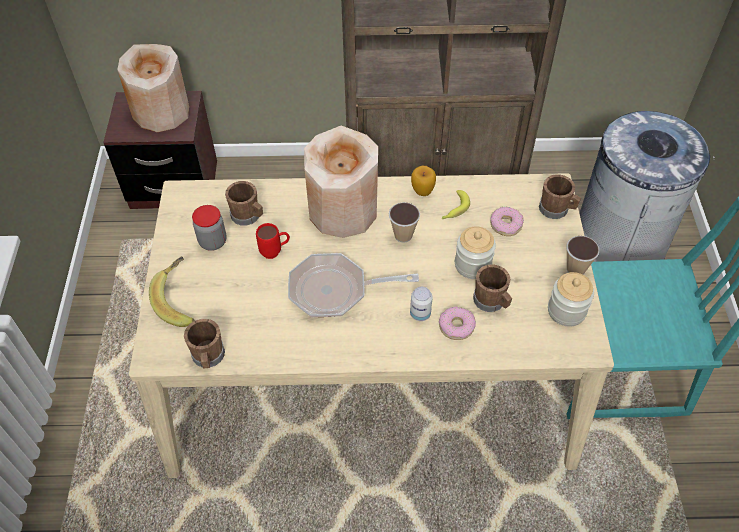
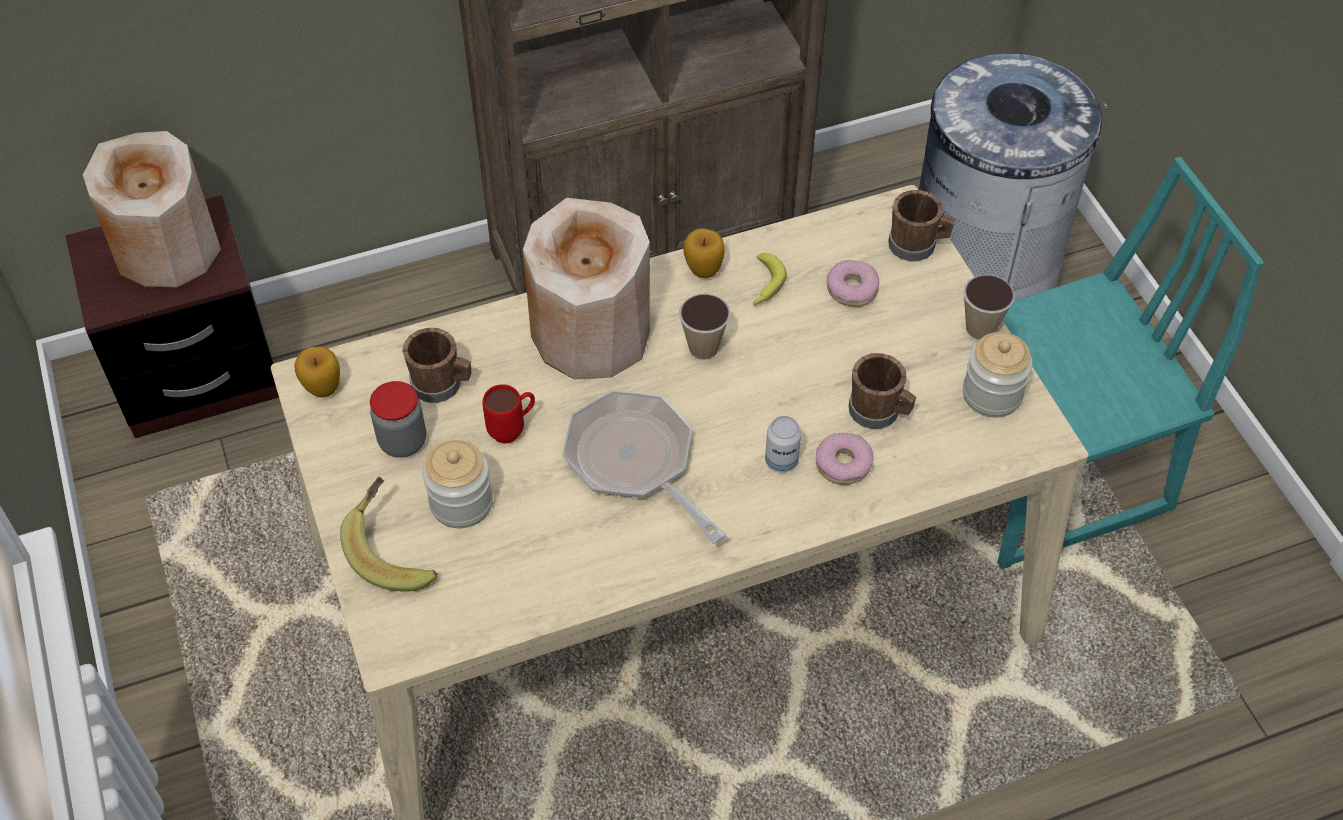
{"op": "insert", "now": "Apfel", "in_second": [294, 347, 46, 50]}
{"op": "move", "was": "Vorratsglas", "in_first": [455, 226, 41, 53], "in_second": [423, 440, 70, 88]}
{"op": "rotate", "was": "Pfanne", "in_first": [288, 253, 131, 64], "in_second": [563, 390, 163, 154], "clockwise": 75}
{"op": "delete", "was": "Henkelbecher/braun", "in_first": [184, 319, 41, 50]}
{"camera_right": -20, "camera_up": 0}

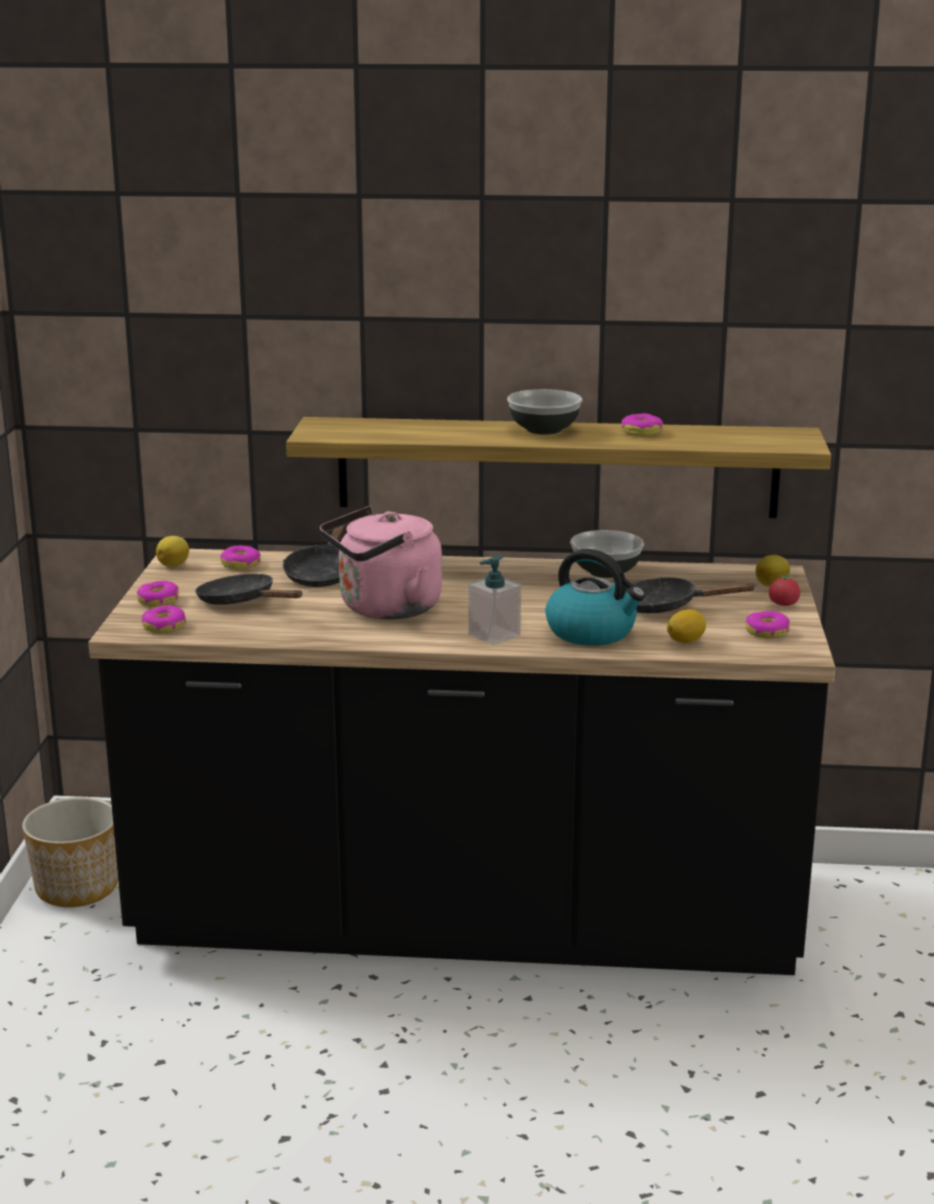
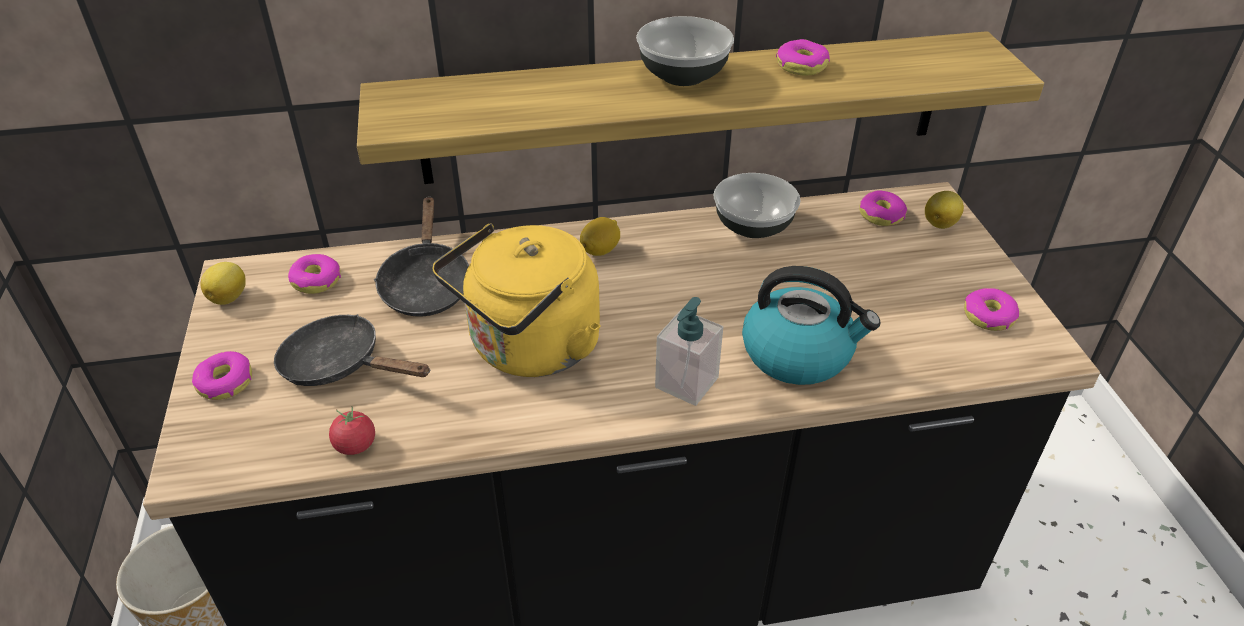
{"op": "move", "was": "Tomate", "in_first": [769, 571, 31, 35], "in_second": [329, 406, 46, 49]}
{"op": "recolor", "was": "Wasserkessel/rosa", "now": "Wasserkessel/gelb", "in_first": [320, 506, 122, 113], "in_second": [432, 223, 169, 154]}
{"op": "move", "was": "Zitrone", "in_first": [667, 609, 39, 34], "in_second": [580, 217, 40, 39]}
{"op": "move", "was": "Donut", "in_first": [142, 605, 44, 28], "in_second": [859, 191, 48, 35]}
{"op": "delete", "was": "Pfanne/schwarz", "in_first": [626, 577, 131, 36]}
{"camera_right": -15, "camera_up": 20}

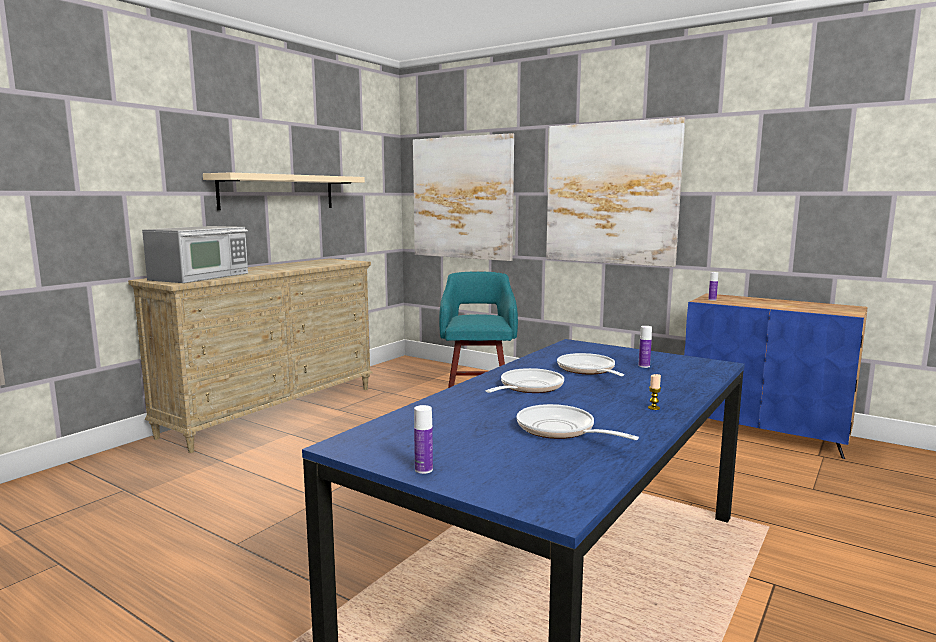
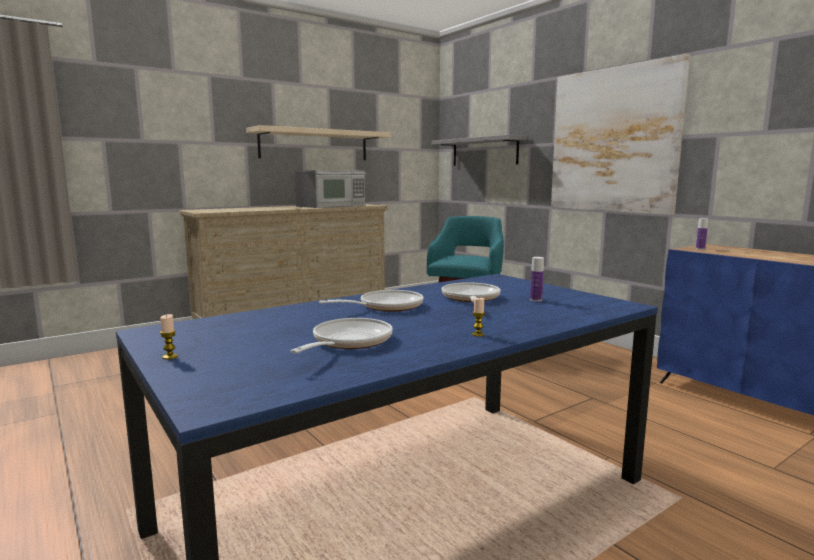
{"op": "replace", "was": "Flasche", "now": "Kerze", "in_first": [414, 405, 19, 69], "in_second": [160, 314, 18, 45]}
{"op": "rotate", "was": "Pfanne", "in_first": [516, 404, 123, 36], "in_second": [290, 318, 103, 36], "clockwise": 45}
{"op": "move", "was": "Mikrowelle", "in_first": [142, 226, 106, 57], "in_second": [295, 170, 71, 38]}
{"op": "replace", "was": "Bild", "now": "Wandregal/grau", "in_first": [413, 133, 101, 128], "in_second": [432, 134, 95, 32]}
{"camera_right": 20, "camera_up": 0}

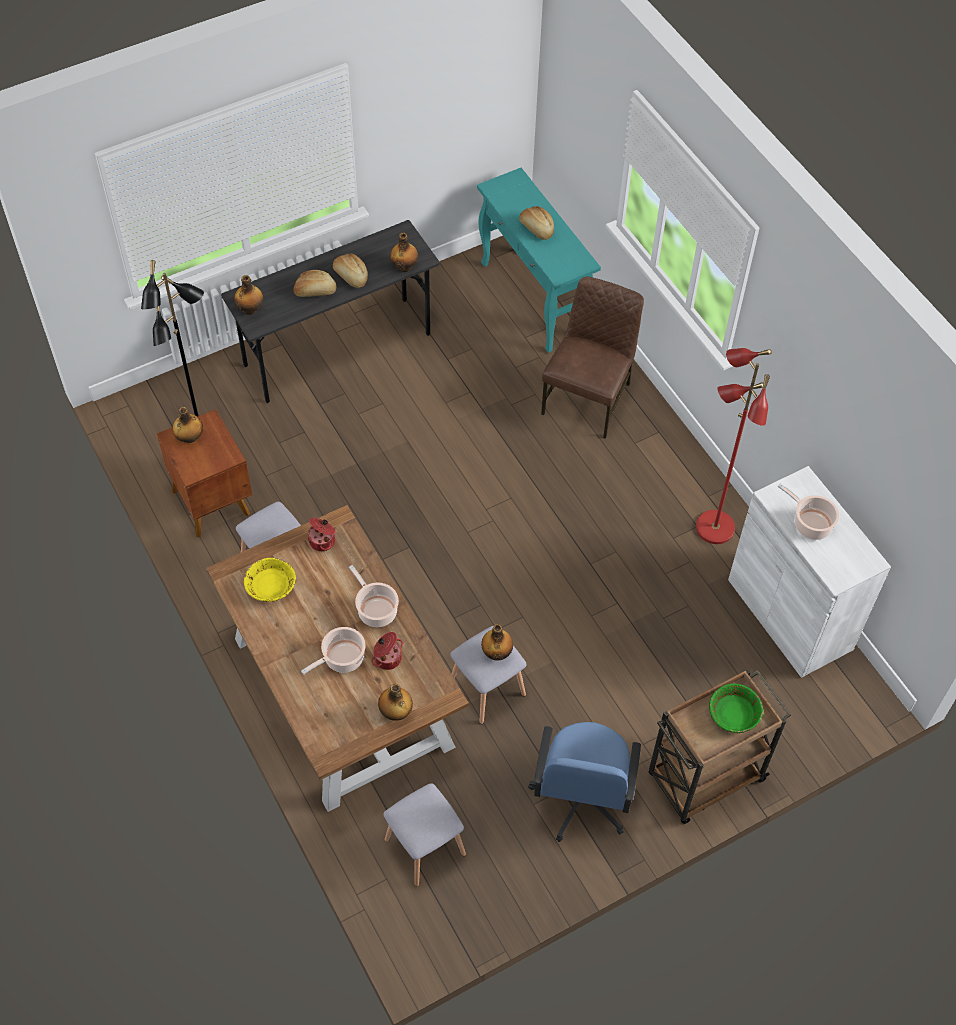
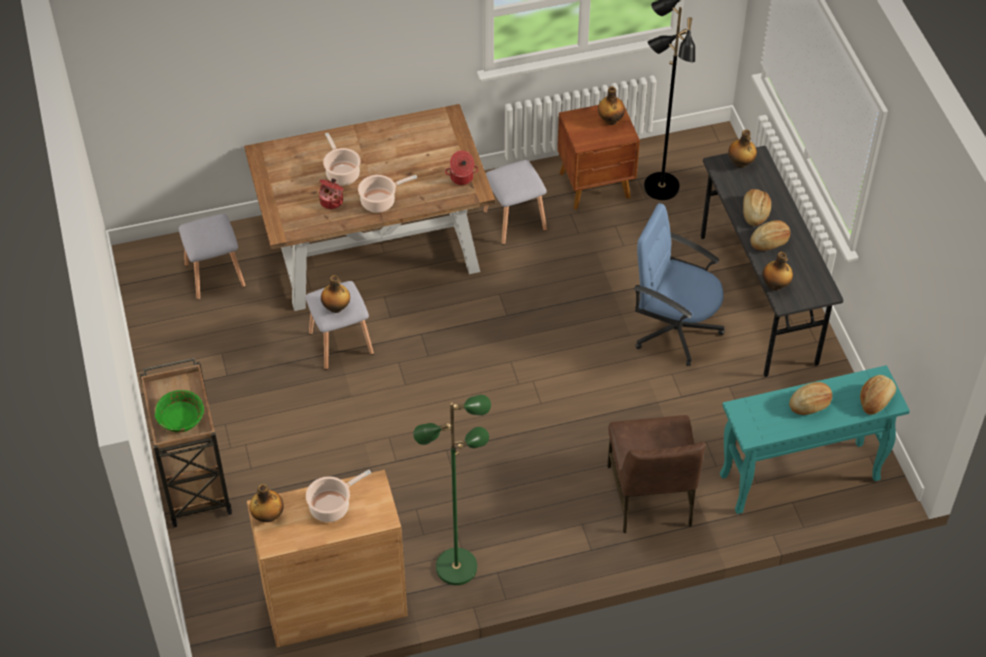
{"op": "recolor", "was": "Schrank/weiß", "now": "Schrank/braun", "in_first": [728, 466, 163, 212], "in_second": [247, 470, 161, 177]}
{"op": "move", "was": "Flasche", "in_first": [378, 684, 35, 37], "in_second": [249, 484, 35, 38]}
{"op": "recolor", "was": "Stehlampe/rot", "now": "Stehlampe/grün", "in_first": [696, 348, 76, 196], "in_second": [413, 395, 78, 190]}
{"op": "rotate", "was": "Stuhl/braun", "in_first": [541, 276, 103, 163], "in_second": [607, 415, 99, 118], "clockwise": 45}
{"op": "move", "was": "Bürostuhl/blau", "in_first": [528, 722, 113, 120], "in_second": [634, 203, 91, 163]}
{"op": "insert", "now": "Brot", "in_second": [860, 375, 36, 40]}
{"op": "delete", "was": "Schüssel/gelb", "in_first": [244, 557, 52, 45]}
{"camera_right": 105, "camera_up": -5}

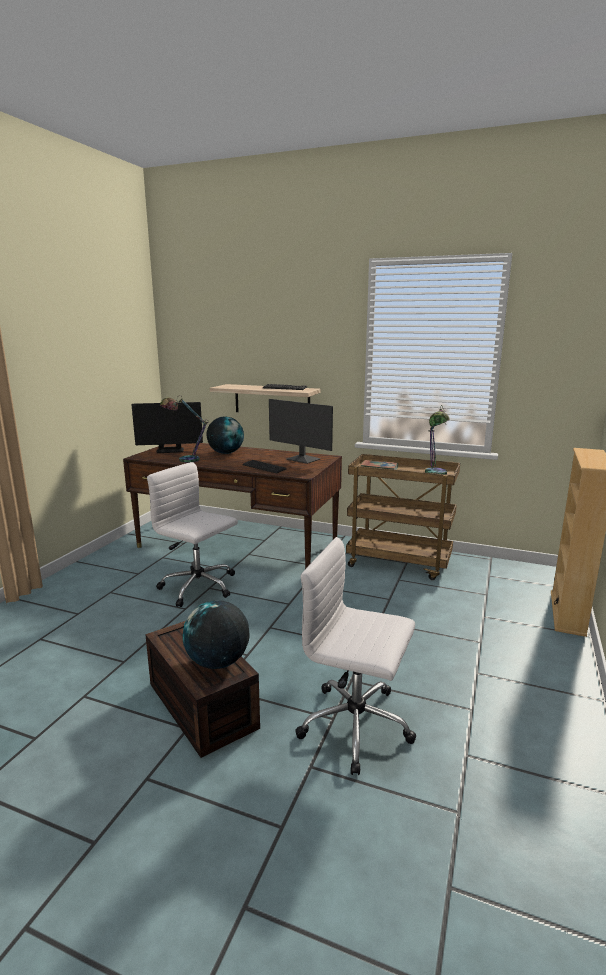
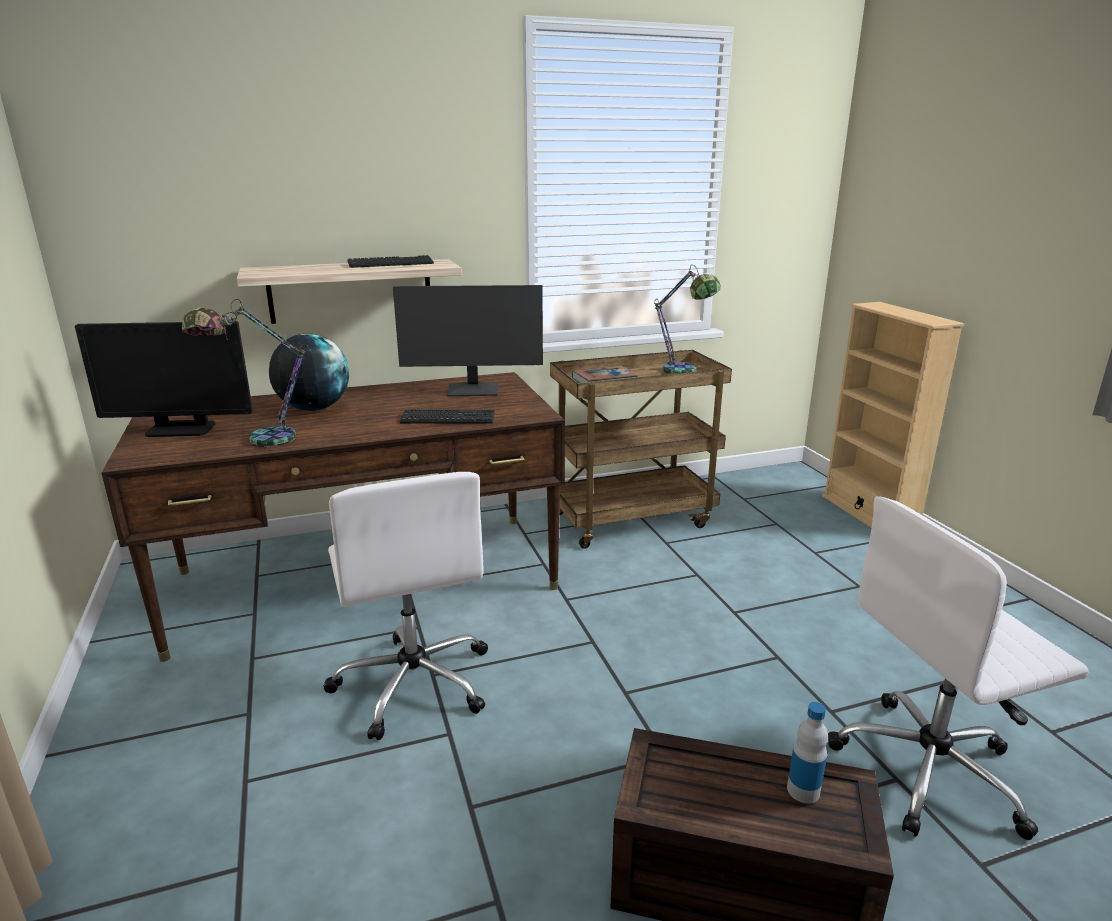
{"op": "rotate", "was": "Monitor", "in_first": [132, 402, 71, 51], "in_second": [75, 321, 178, 116], "clockwise": 45}
{"op": "rotate", "was": "Bürostuhl/weiß", "in_first": [147, 462, 91, 145], "in_second": [323, 472, 165, 268], "clockwise": -105}
{"op": "replace", "was": "Globus", "now": "Flasche", "in_first": [183, 600, 67, 69], "in_second": [787, 702, 41, 101]}
{"camera_right": -40, "camera_up": 5}

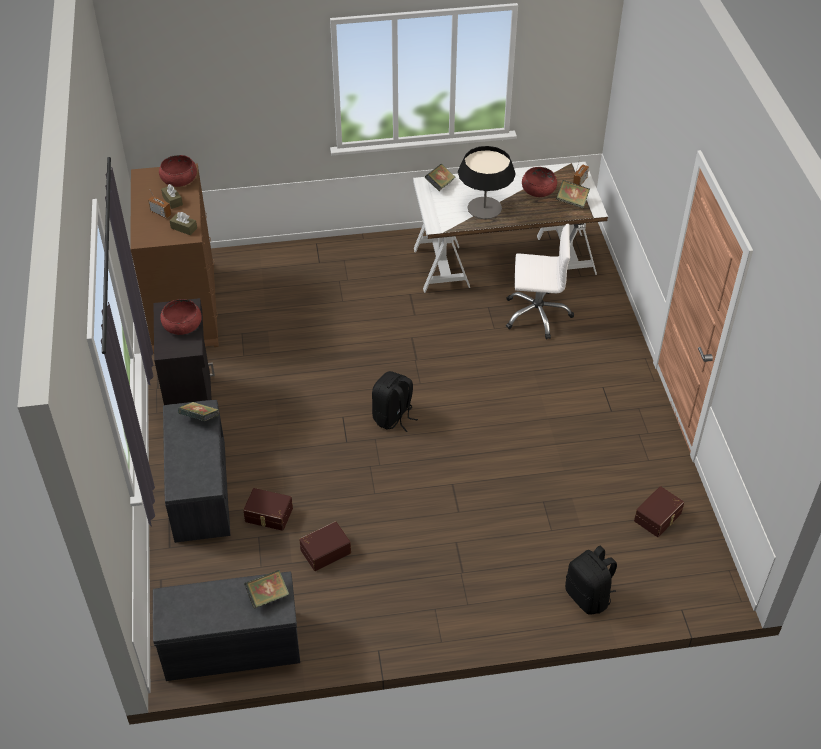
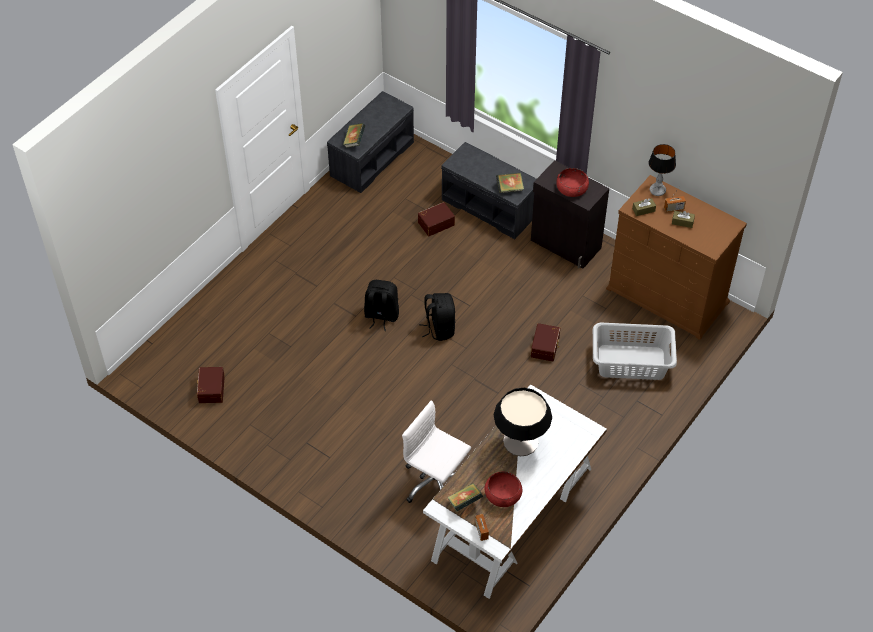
{"op": "move", "was": "Rucksack/schwarz", "in_first": [565, 545, 52, 70], "in_second": [364, 280, 35, 51]}
{"op": "rotate", "was": "Bürostuhl/weiß", "in_first": [506, 224, 68, 115], "in_second": [402, 400, 69, 103], "clockwise": 75}
{"op": "move", "was": "Aufbewahrungsbox/braun", "in_first": [299, 521, 52, 50], "in_second": [531, 323, 29, 38]}
{"op": "insert", "now": "Wäschekorb/grau", "in_second": [593, 322, 84, 58]}
{"op": "insert", "now": "Tischlampe", "in_second": [649, 144, 27, 52]}
{"op": "delete", "was": "Schüssel/rot", "in_first": [159, 155, 38, 32]}
{"op": "delete", "was": "Buch", "in_first": [425, 164, 30, 27]}
{"camera_right": 135, "camera_up": 5}

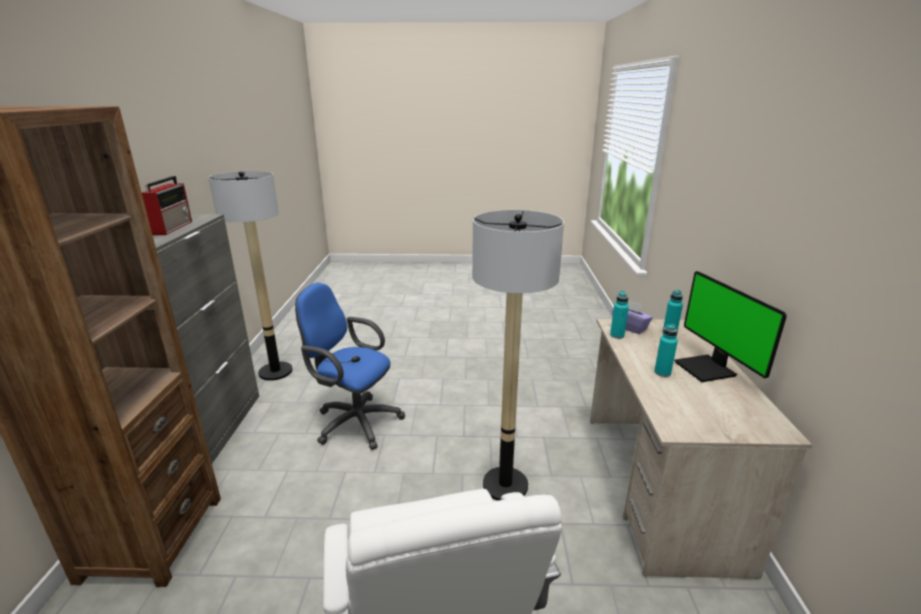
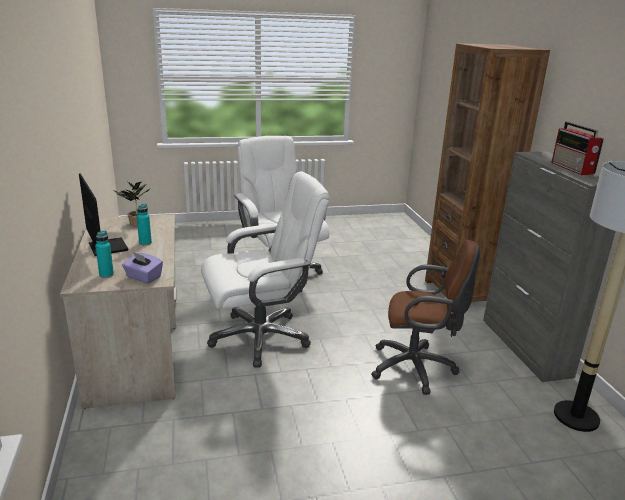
{"op": "insert", "now": "Topfpflanze", "in_second": [114, 182, 36, 44]}
{"op": "replace", "was": "Stehlampe", "now": "Bürostuhl/weiß", "in_first": [472, 210, 92, 291], "in_second": [201, 171, 128, 196]}
{"op": "recolor", "was": "Bürostuhl/blau", "now": "Bürostuhl/braun", "in_first": [295, 283, 110, 167], "in_second": [371, 240, 109, 155]}
{"op": "delete", "was": "Flasche/türkis", "in_first": [610, 291, 19, 48]}
{"camera_right": 165, "camera_up": 0}

